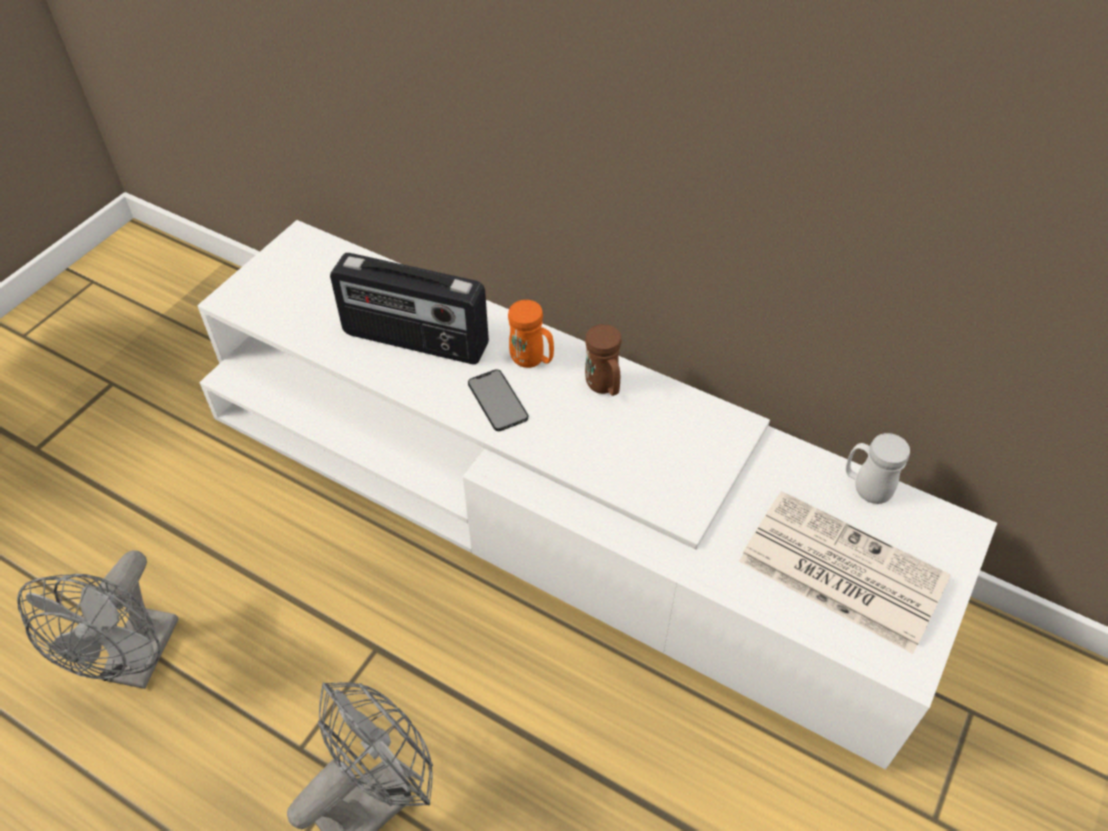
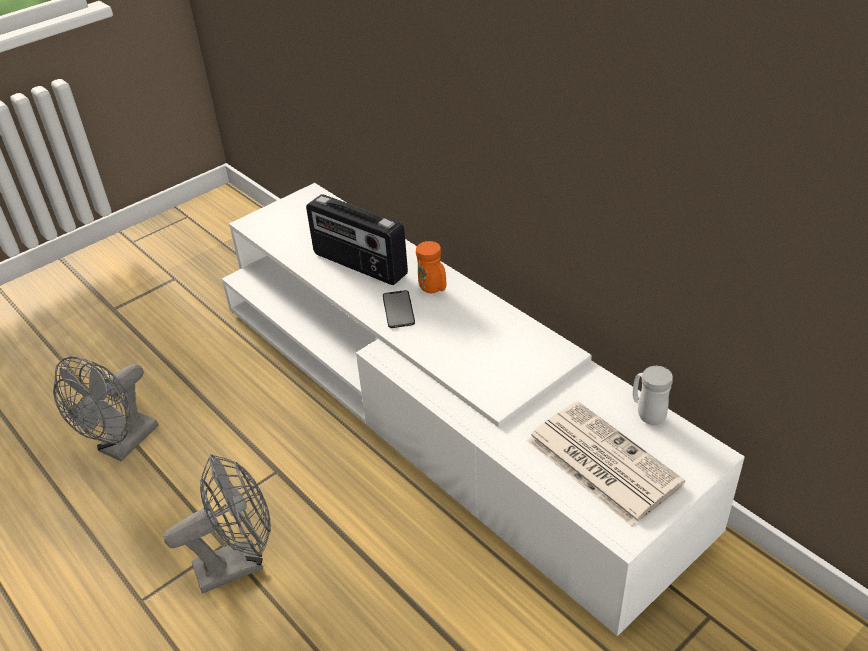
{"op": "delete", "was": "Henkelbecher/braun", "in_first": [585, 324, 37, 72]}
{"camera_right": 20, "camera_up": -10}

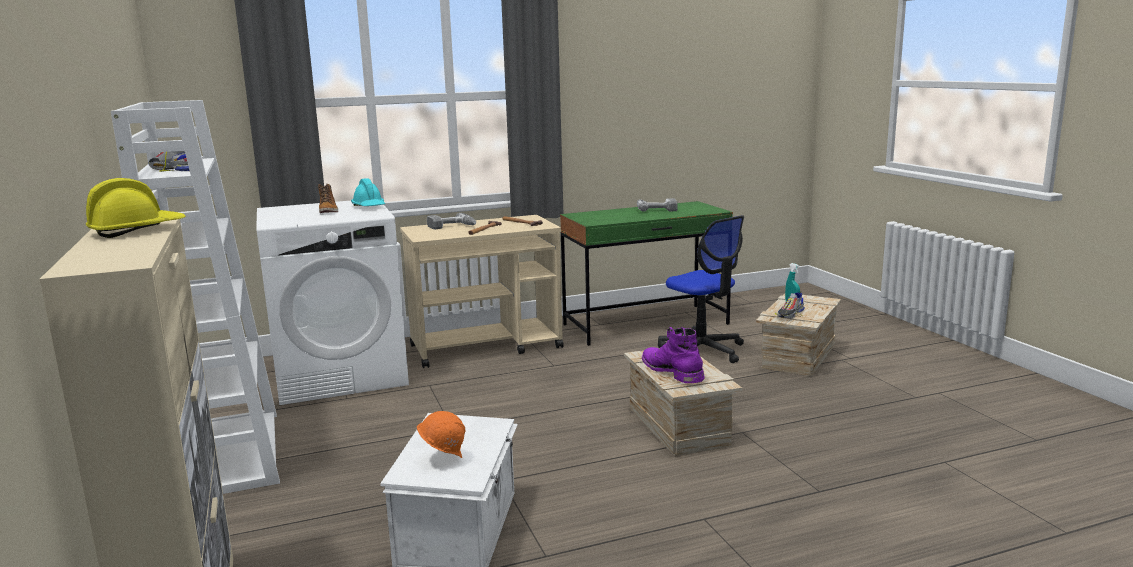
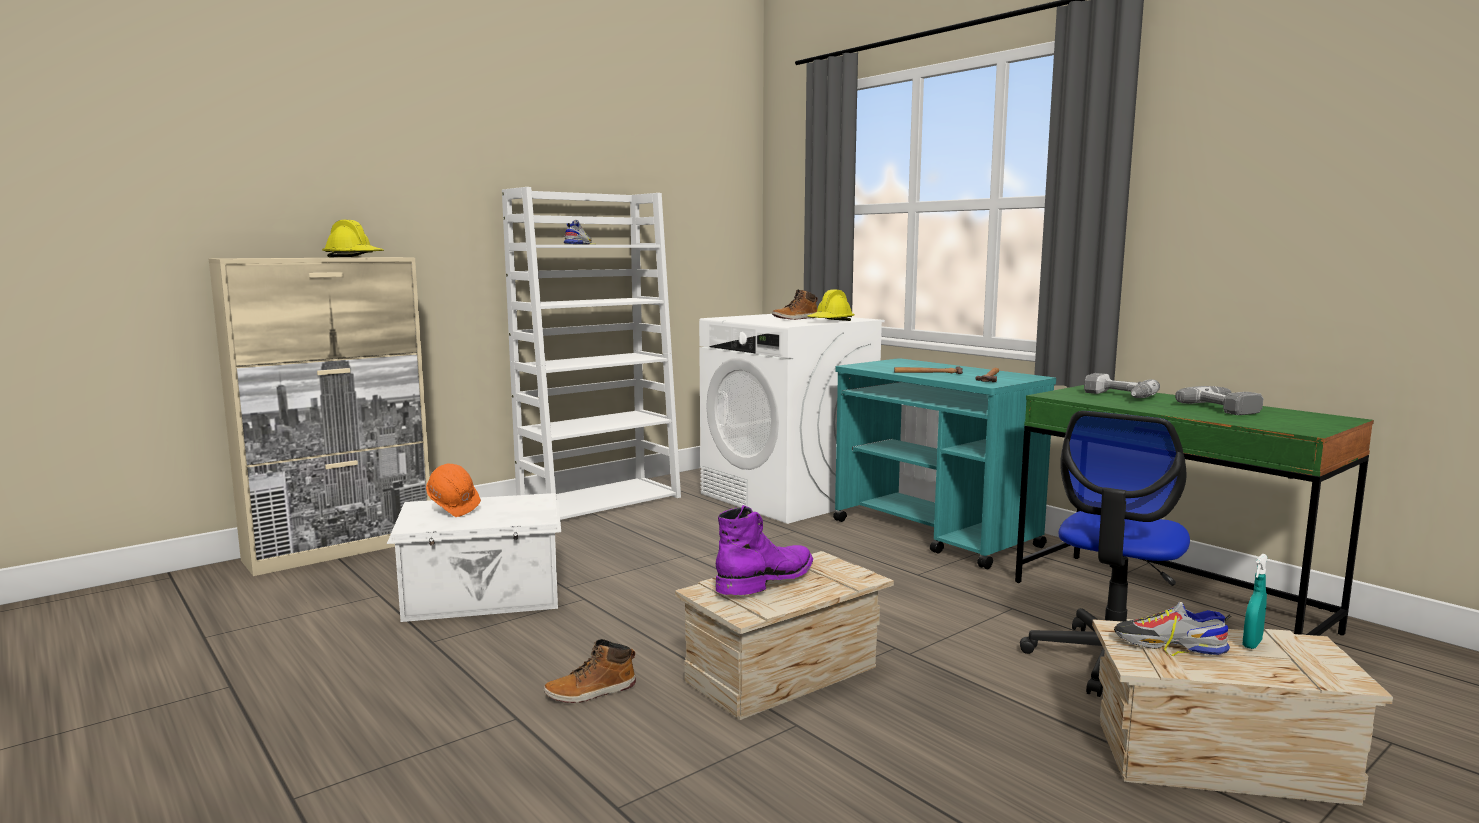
{"op": "insert", "now": "Stiefel", "in_second": [544, 639, 92, 64]}
{"op": "recolor", "was": "Schutzhelm/türkis", "now": "Schutzhelm/gelb", "in_first": [351, 178, 34, 28], "in_second": [807, 289, 48, 32]}
{"op": "recolor", "was": "Rollwagen/beige", "now": "Rollwagen/türkis", "in_first": [400, 215, 164, 153], "in_second": [833, 358, 223, 211]}
{"op": "move", "was": "Bohrmaschine", "in_first": [427, 213, 49, 16], "in_second": [1084, 373, 76, 25]}
{"camera_right": 70, "camera_up": -5}

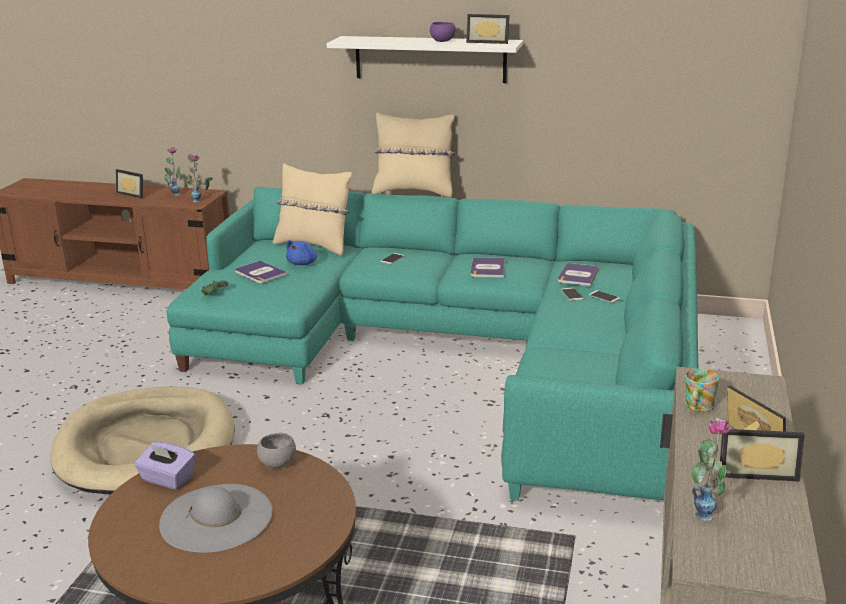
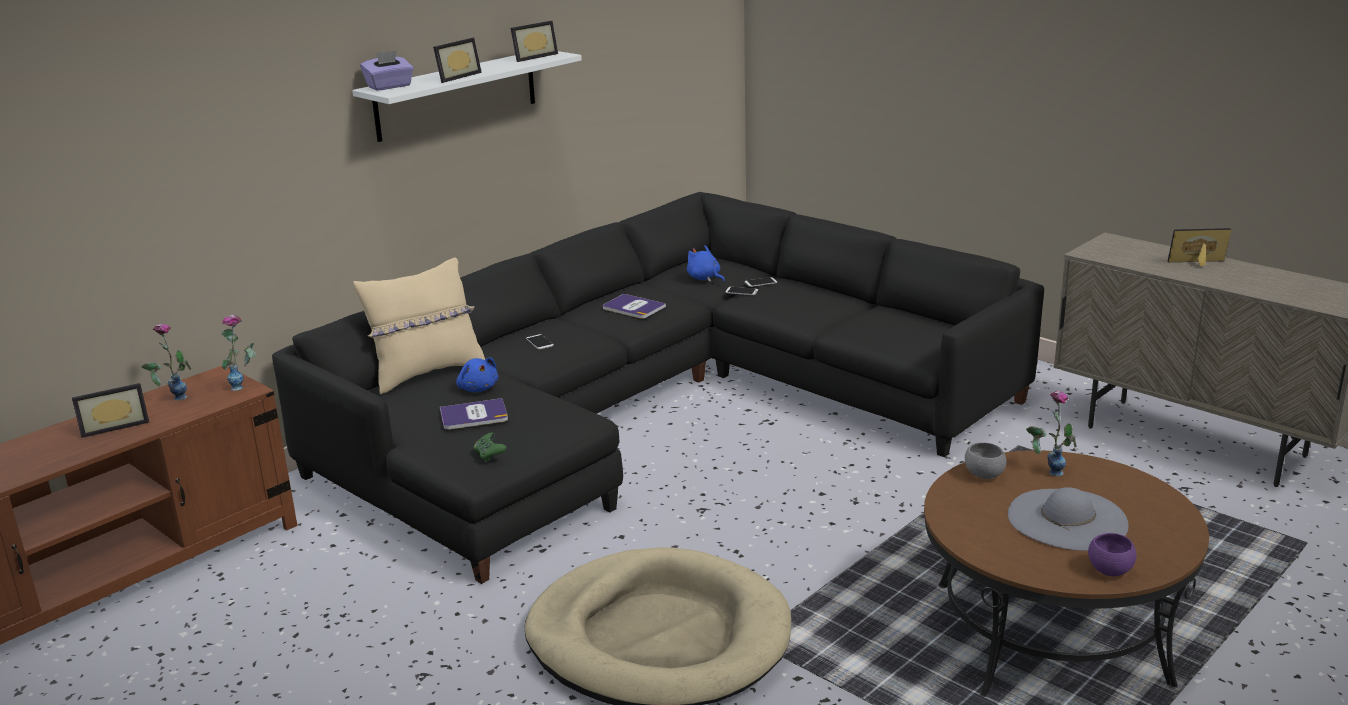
{"op": "recolor", "was": "Sofa/türkis", "now": "Sofa/schwarz", "in_first": [167, 187, 531, 314], "in_second": [272, 192, 772, 392]}
{"op": "move", "was": "Taschentuchbox/lila", "in_first": [134, 442, 62, 48], "in_second": [360, 50, 54, 41]}
{"op": "move", "was": "Bilderrahmen", "in_first": [720, 429, 85, 53], "in_second": [433, 38, 49, 45]}
{"op": "replace", "was": "Buch", "now": "Plüschtier/blau", "in_first": [558, 263, 41, 23], "in_second": [687, 245, 38, 37]}
{"op": "move", "was": "Vase", "in_first": [691, 418, 41, 104], "in_second": [1026, 391, 51, 85]}
{"op": "move", "was": "Schüssel/lila", "in_first": [430, 22, 26, 20], "in_second": [1088, 533, 49, 43]}
{"op": "delete", "was": "Kissen/beige", "in_first": [372, 112, 83, 86]}
{"op": "delete", "was": "Henkelbecher", "in_first": [685, 369, 34, 43]}
{"camera_right": -60, "camera_up": 0}

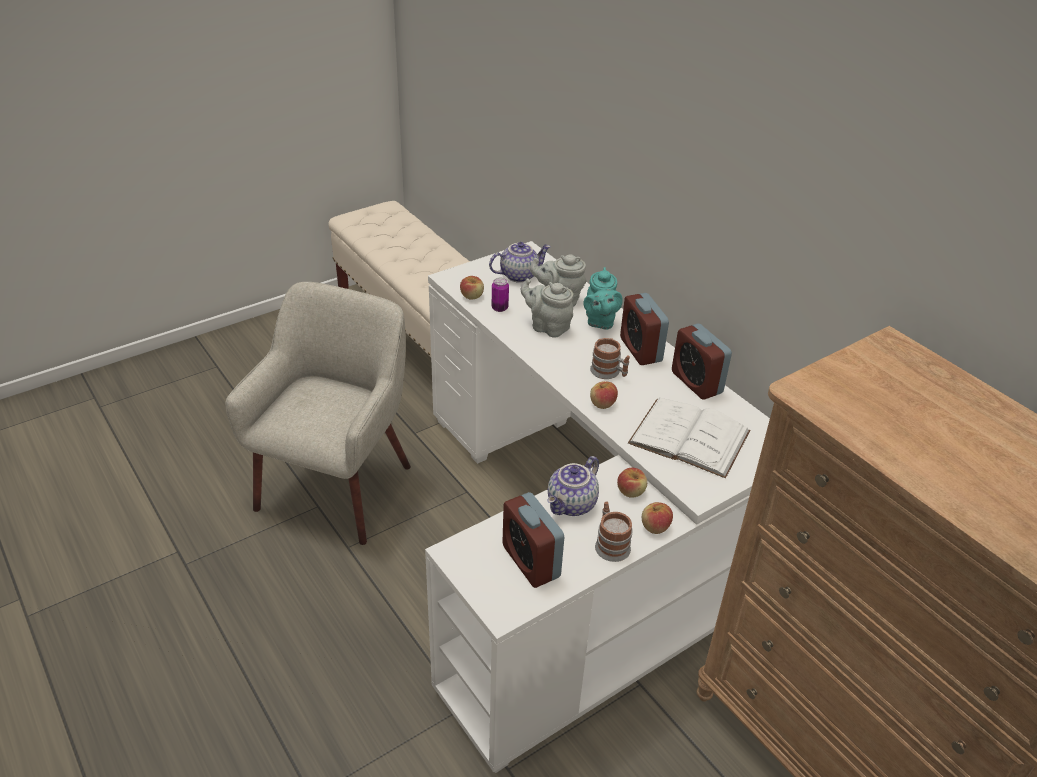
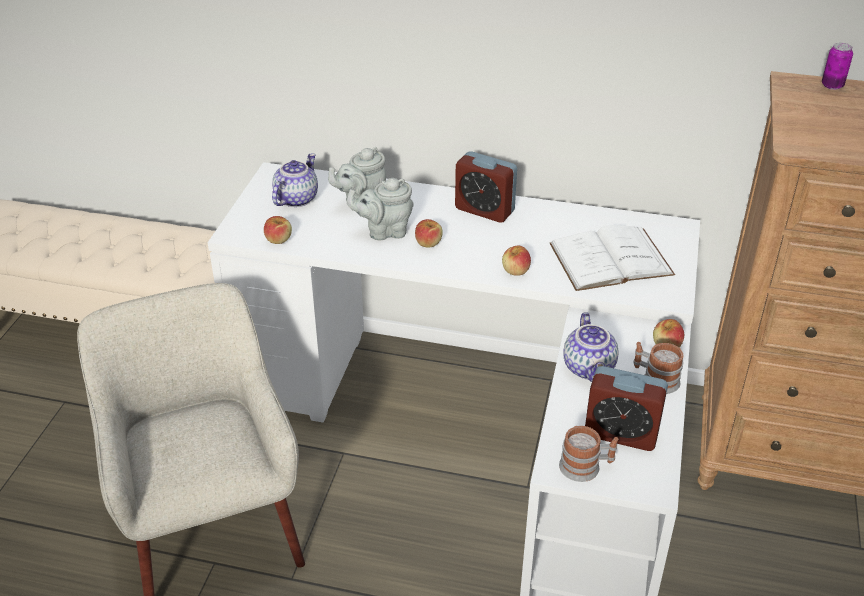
{"op": "move", "was": "Apfel", "in_first": [617, 468, 30, 30], "in_second": [415, 219, 28, 29]}
{"op": "move", "was": "Henkelbecher", "in_first": [590, 338, 40, 41], "in_second": [559, 426, 59, 56]}
{"op": "move", "was": "Dose", "in_first": [492, 278, 17, 34], "in_second": [822, 43, 31, 47]}
{"op": "delete", "was": "Teekanne/türkis", "in_first": [583, 267, 40, 63]}
{"op": "delete", "was": "Wecker", "in_first": [672, 323, 60, 77]}
{"camera_right": -40, "camera_up": 0}

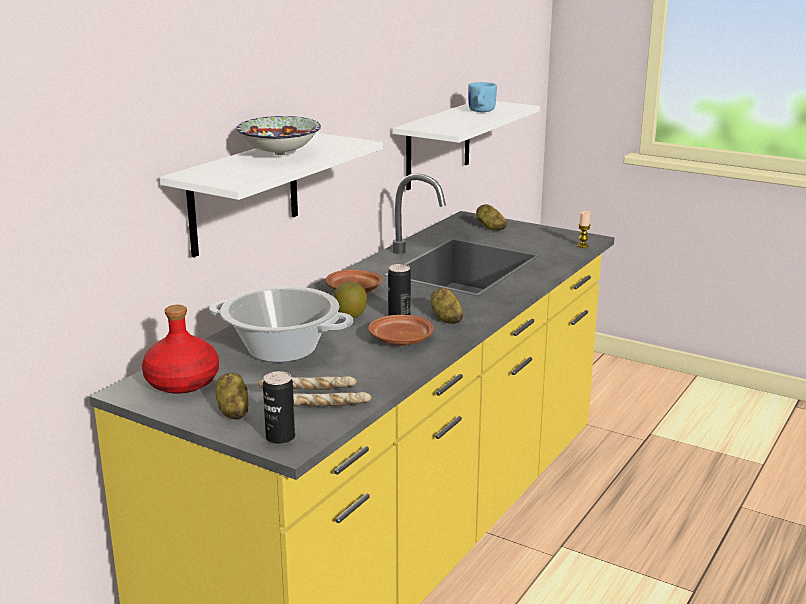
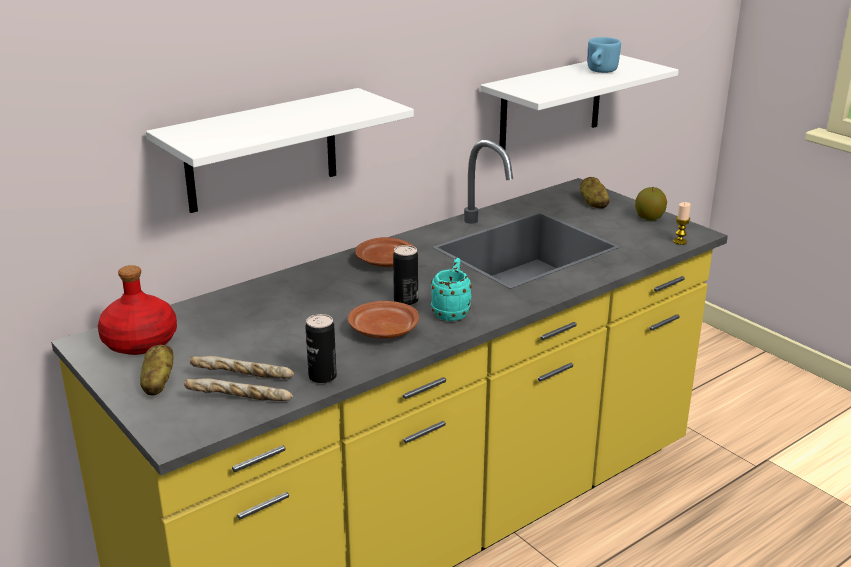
{"op": "move", "was": "Dose", "in_first": [263, 371, 32, 73], "in_second": [305, 314, 32, 70]}
{"op": "replace", "was": "Kartoffel", "now": "Henkelbecher/türkis", "in_first": [430, 288, 33, 36], "in_second": [431, 258, 40, 63]}
{"op": "move", "was": "Apfel", "in_first": [333, 282, 34, 36], "in_second": [635, 187, 32, 34]}
{"op": "delete", "was": "Kochtopf", "in_first": [209, 286, 144, 76]}
{"op": "delete", "was": "Schüssel", "in_first": [237, 116, 84, 39]}
{"camera_right": 20, "camera_up": 5}

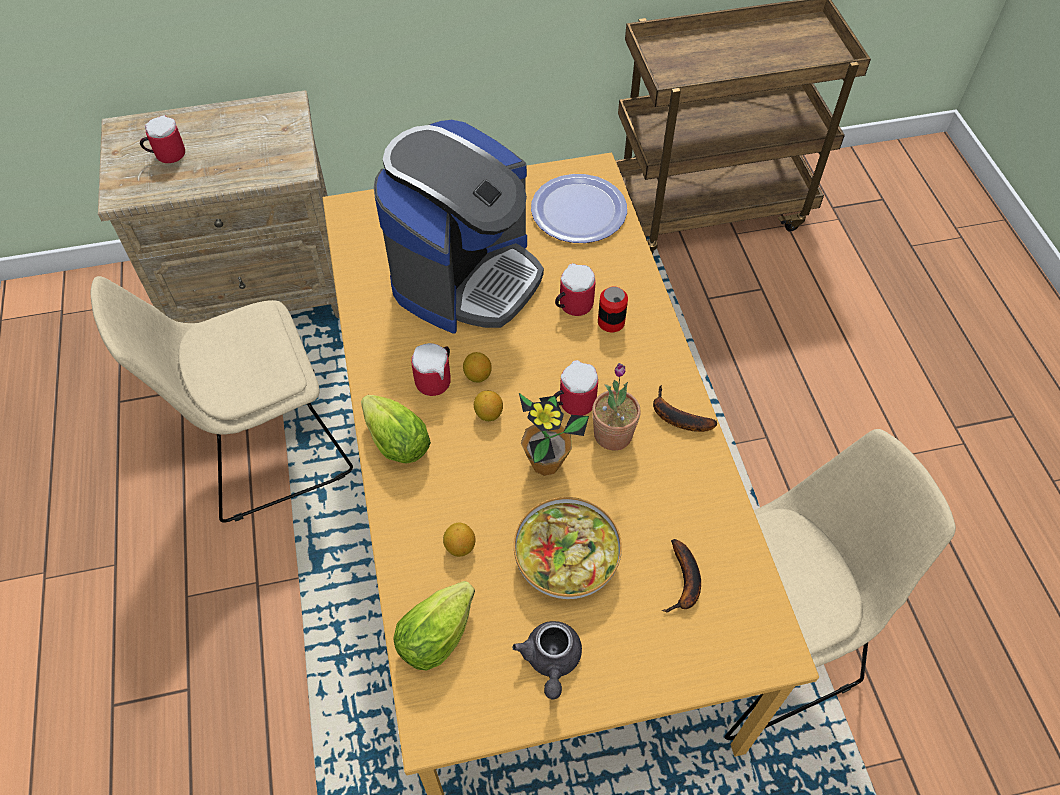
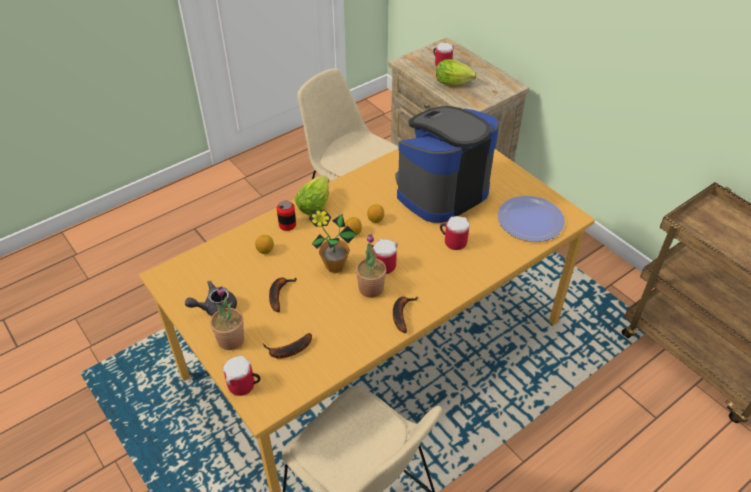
{"op": "insert", "now": "Topfpflanze", "in_second": [210, 286, 34, 64]}
{"op": "move", "was": "Henkelbecher", "in_first": [411, 343, 40, 53], "in_second": [223, 356, 38, 40]}
{"op": "replace", "was": "Schüssel", "now": "Banane", "in_first": [514, 497, 108, 102], "in_second": [269, 277, 28, 35]}
{"op": "move", "was": "Dose", "in_first": [598, 286, 30, 46], "in_second": [277, 200, 19, 31]}
{"op": "rotate", "was": "Kaffeemaschine", "in_first": [374, 120, 170, 214], "in_second": [395, 106, 104, 117], "clockwise": 135}
{"op": "move", "was": "Salatkopf", "in_first": [393, 581, 82, 90], "in_second": [436, 59, 41, 26]}
{"camera_right": 65, "camera_up": -10}

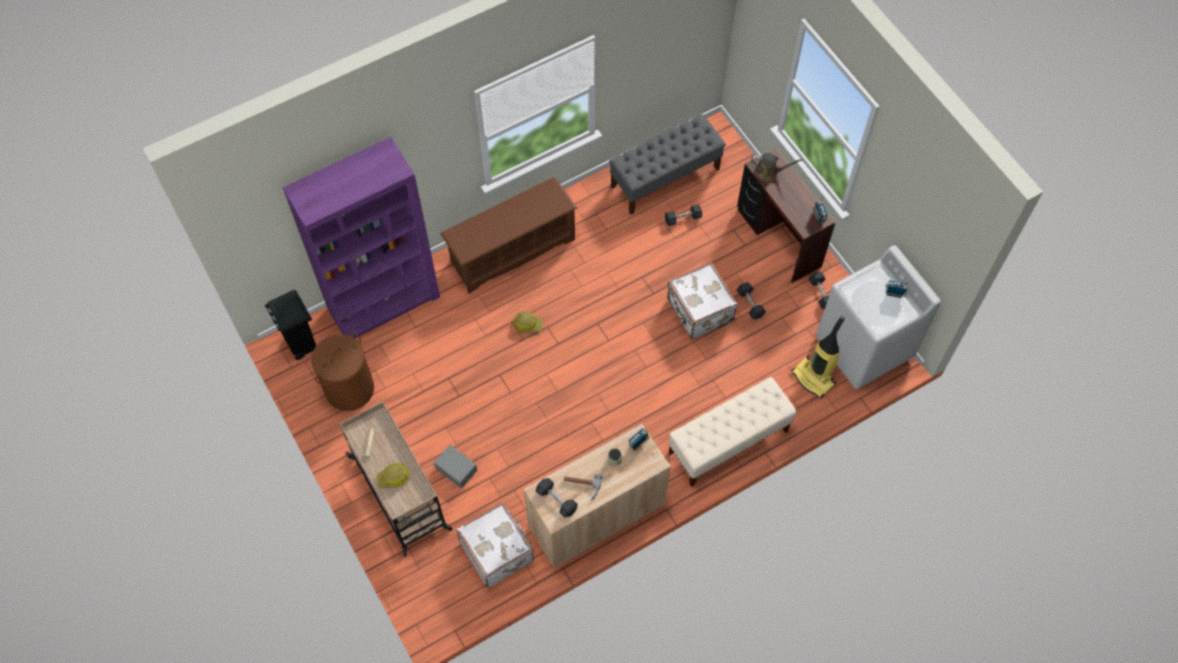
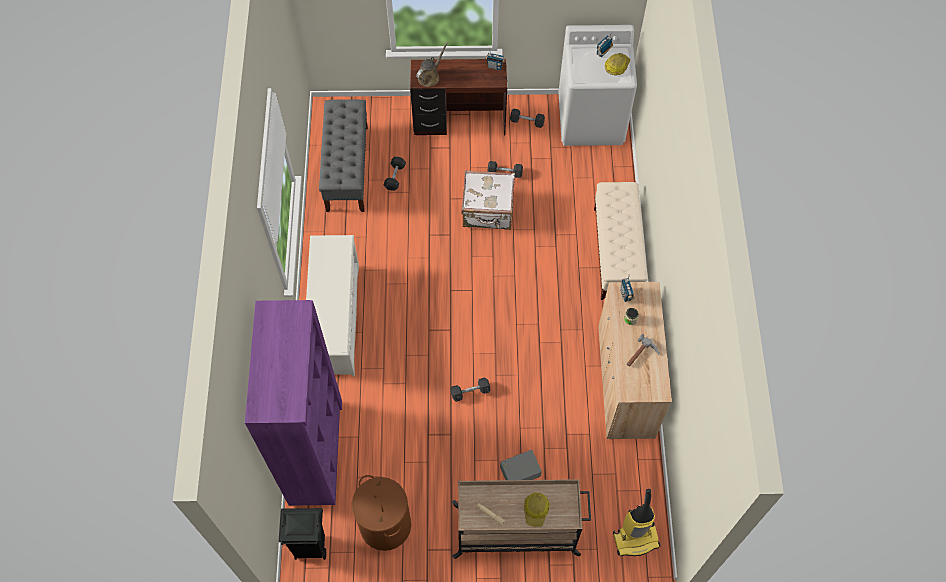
{"op": "recolor", "was": "Schuhregal/braun", "now": "Schuhregal/weiß", "in_first": [440, 177, 137, 117], "in_second": [306, 235, 53, 141]}
{"op": "move", "was": "Hantel/grau", "in_first": [536, 478, 42, 39], "in_second": [450, 377, 40, 25]}
{"op": "move", "was": "Schutzhelm", "in_first": [513, 311, 30, 22], "in_second": [605, 53, 25, 22]}
{"op": "move", "was": "Staubsauger", "in_first": [792, 316, 53, 82], "in_second": [613, 489, 47, 67]}
{"op": "delete", "was": "Koffer/weiß", "in_first": [456, 502, 78, 86]}
{"camera_right": -60, "camera_up": 0}

